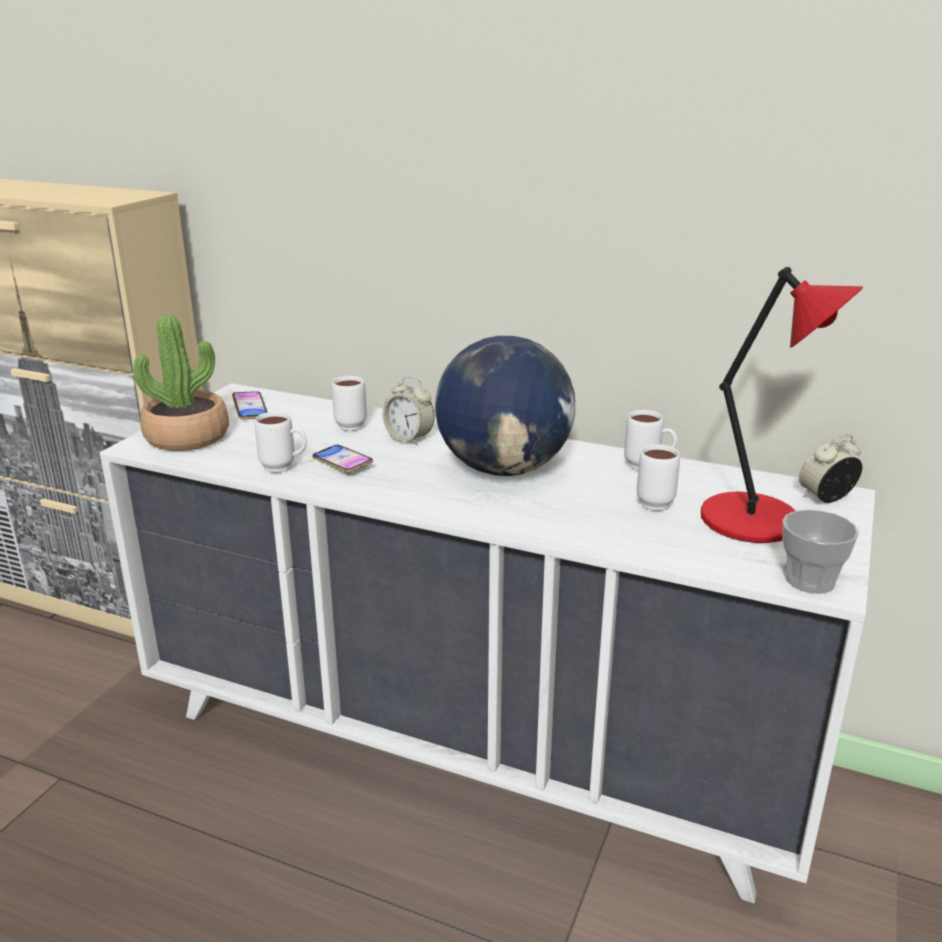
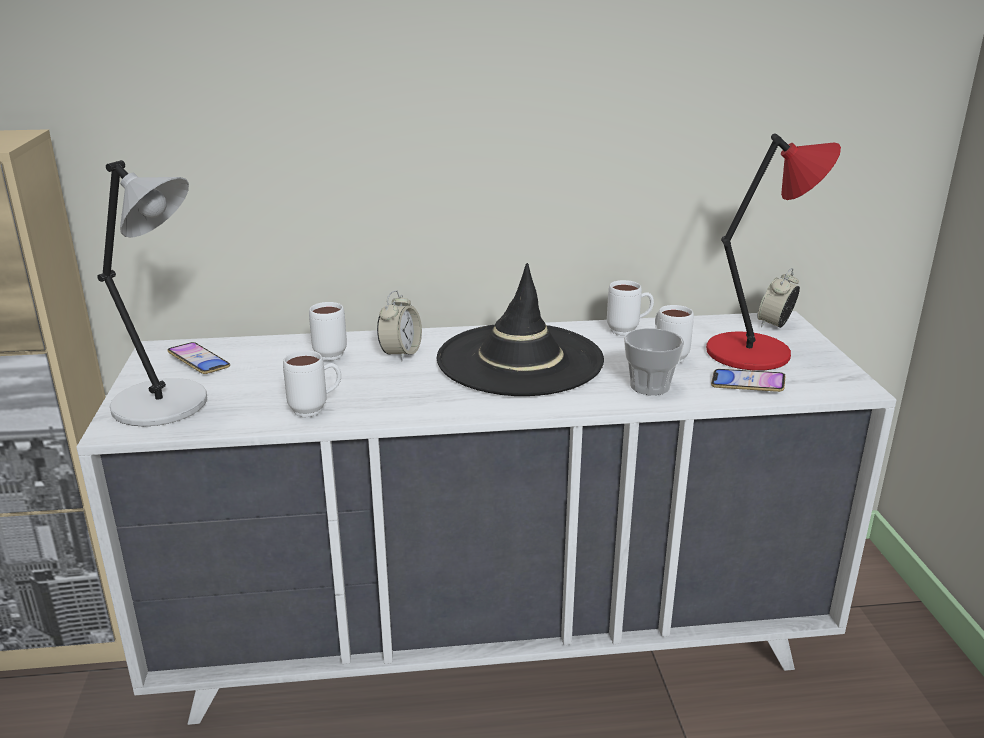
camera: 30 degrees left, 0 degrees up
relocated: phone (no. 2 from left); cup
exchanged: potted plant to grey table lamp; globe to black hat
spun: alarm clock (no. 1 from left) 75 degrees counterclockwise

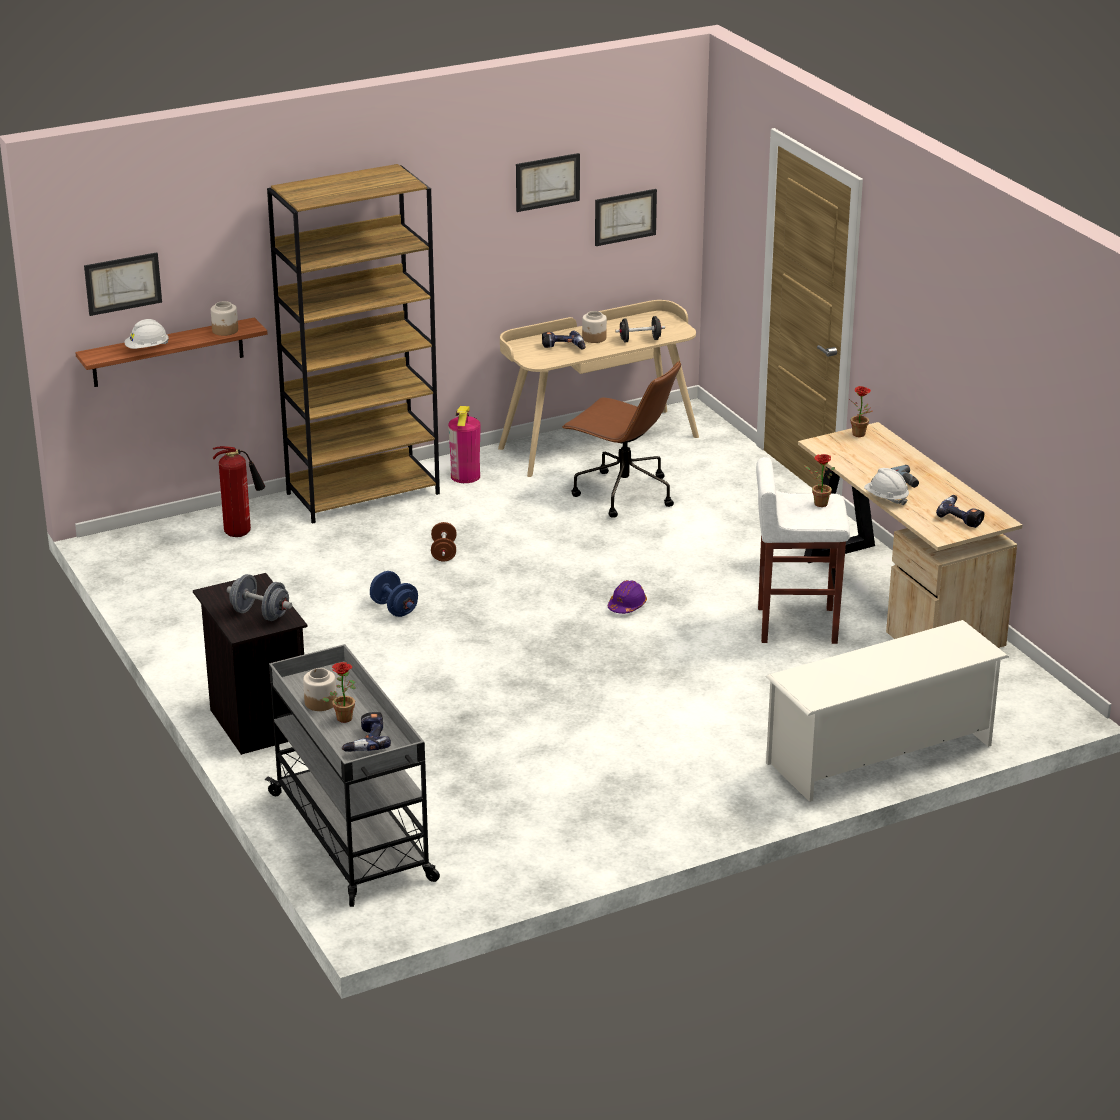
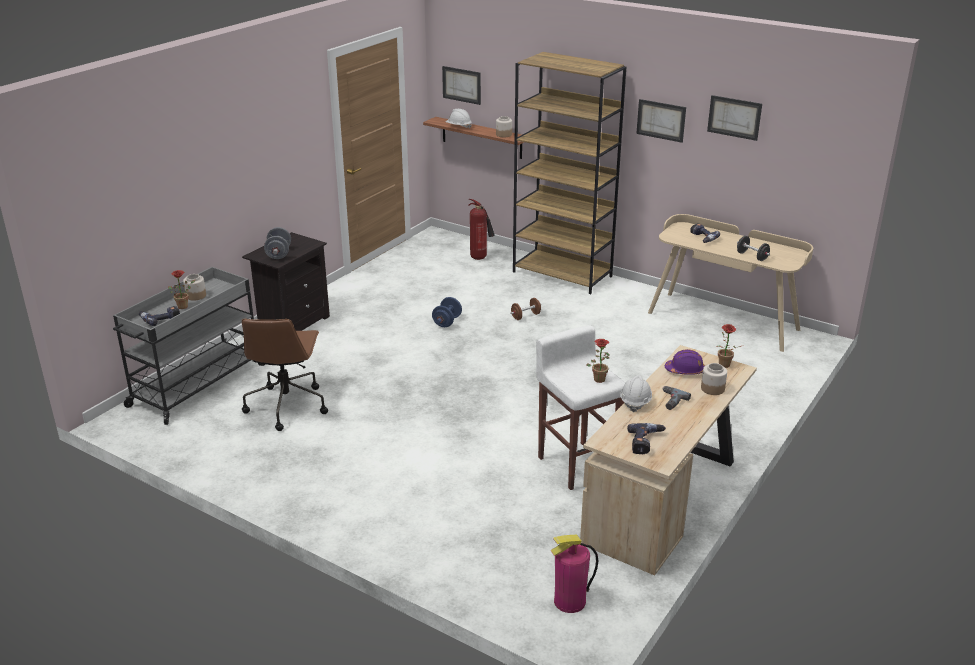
camera: 60 degrees right, 0 degrees up
missing: white shoe rack
relocated: fire extinguisher (no. 2 from left); brown office chair; jar (no. 3 from left); picture (no. 3 from left in the first image) to picture (no. 2 from left); purple hard hat

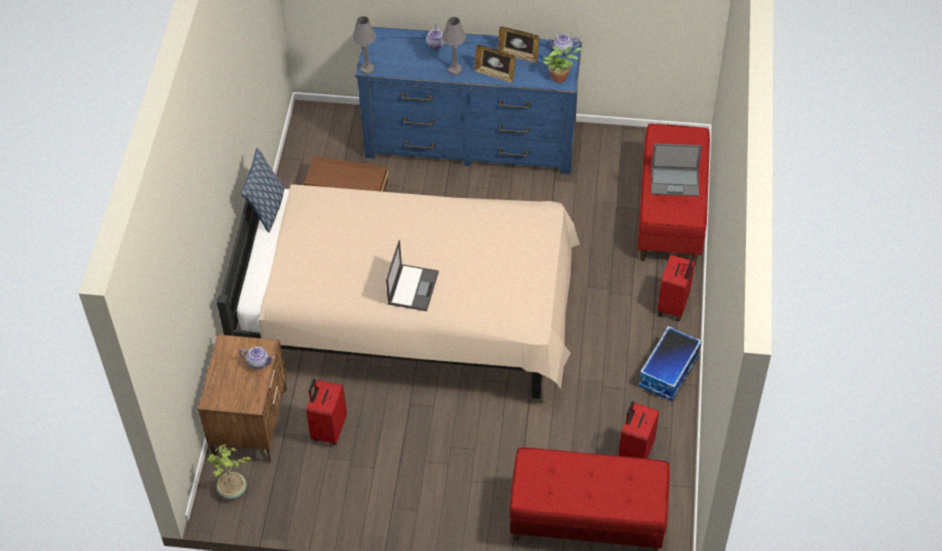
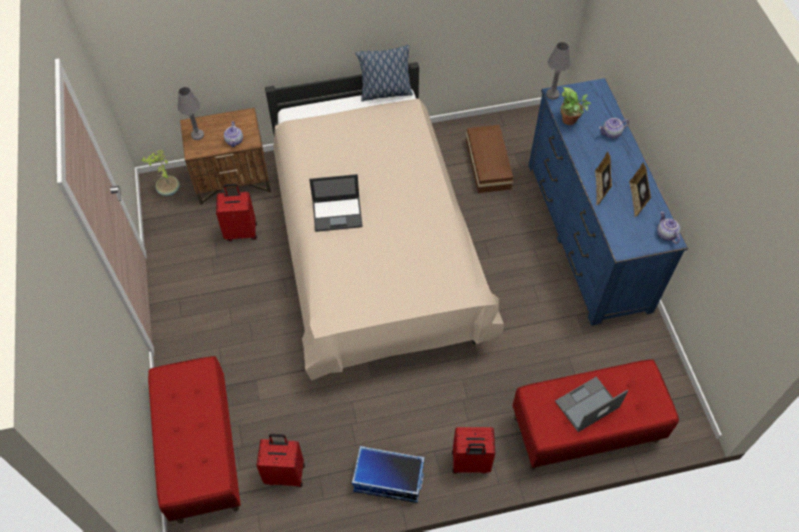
camera: 70 degrees right, 5 degrees up
relocated: grey table lamp (no. 2 from left in the first image) to grey table lamp (no. 1 from left); potted plant (no. 2 from left)
spun: laptop (no. 2 from left) 75 degrees clockwise

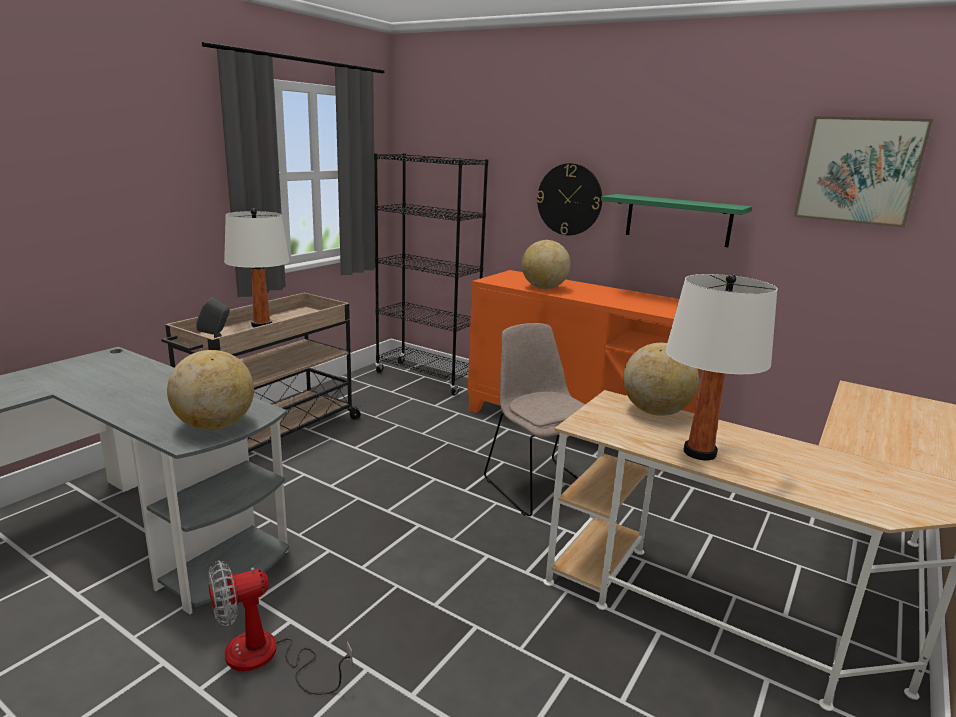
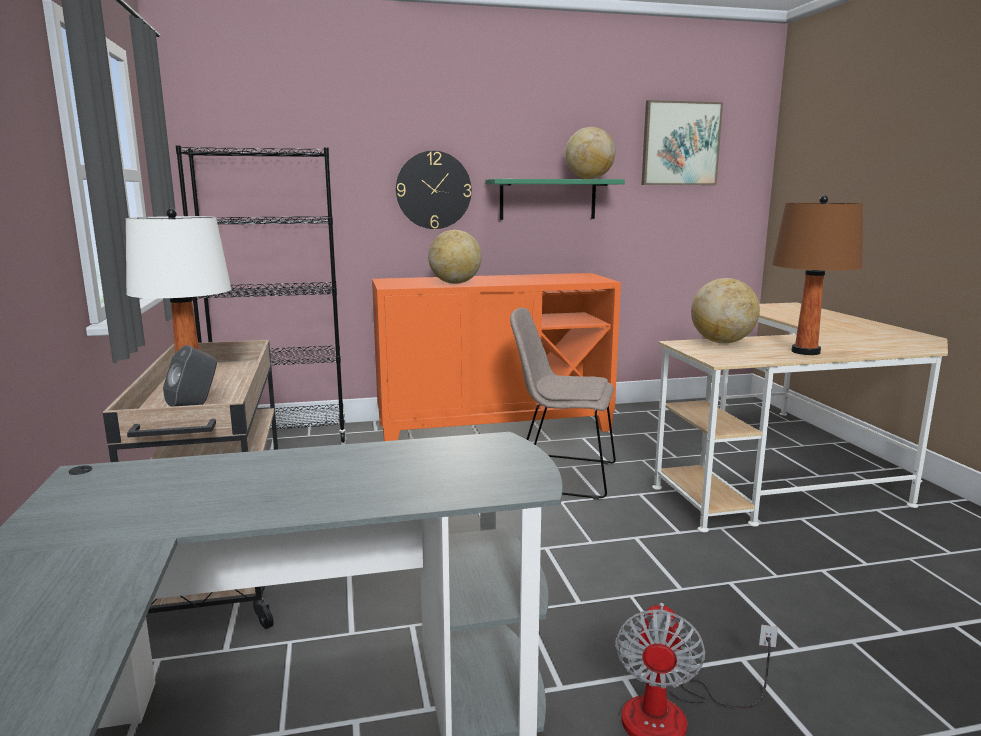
camera: 45 degrees left, 5 degrees down
relocated: globe (no. 1 from left in the first image) to globe (no. 2 from left)
colour: white table lamp (no. 2 from left) to brown table lamp

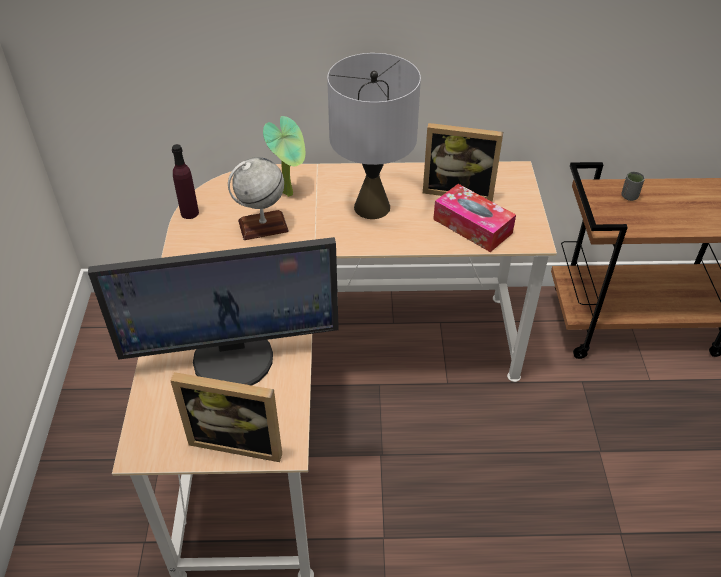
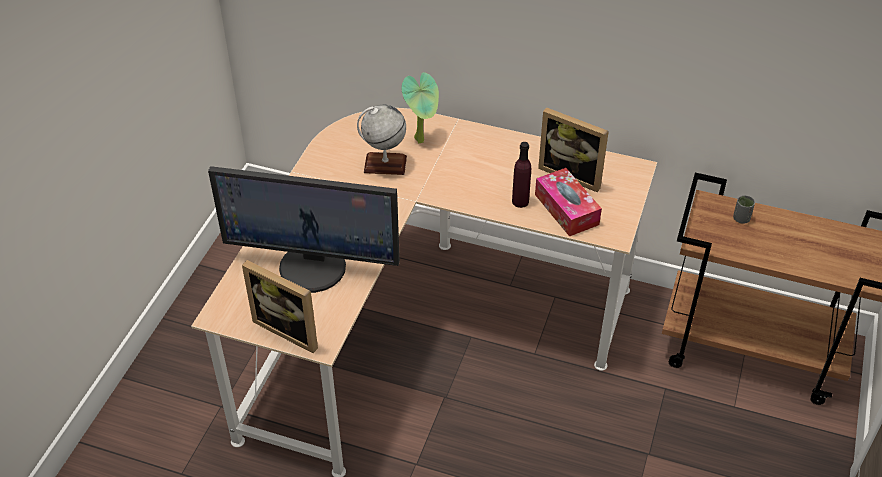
camera: 20 degrees right, 0 degrees up
missing: grey table lamp
relocated: purple bottle

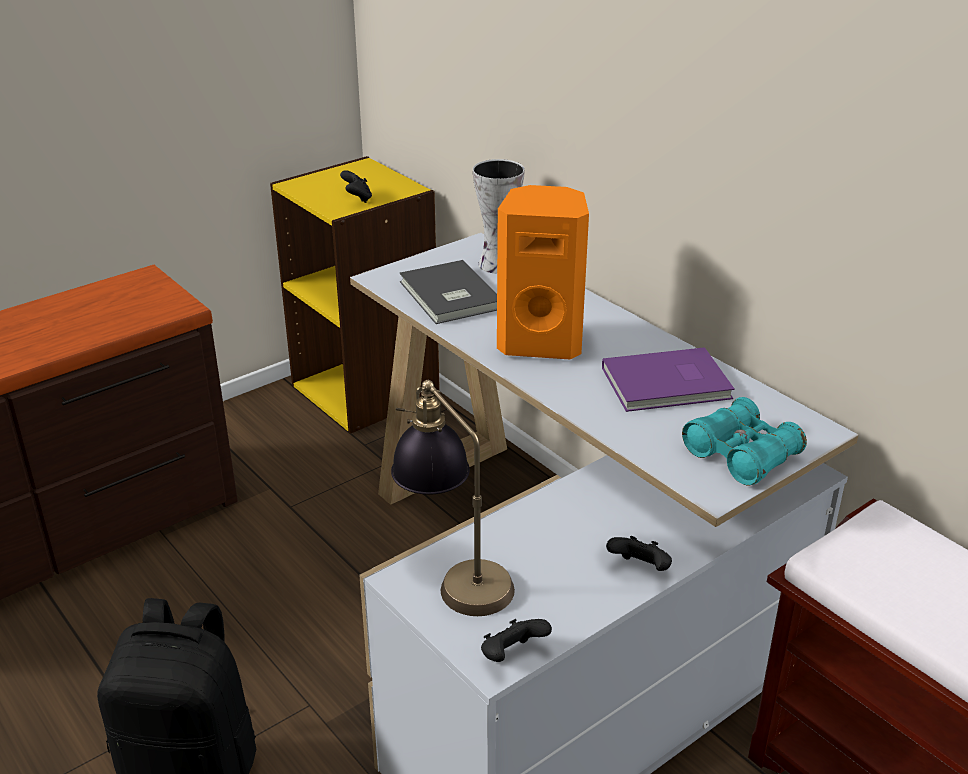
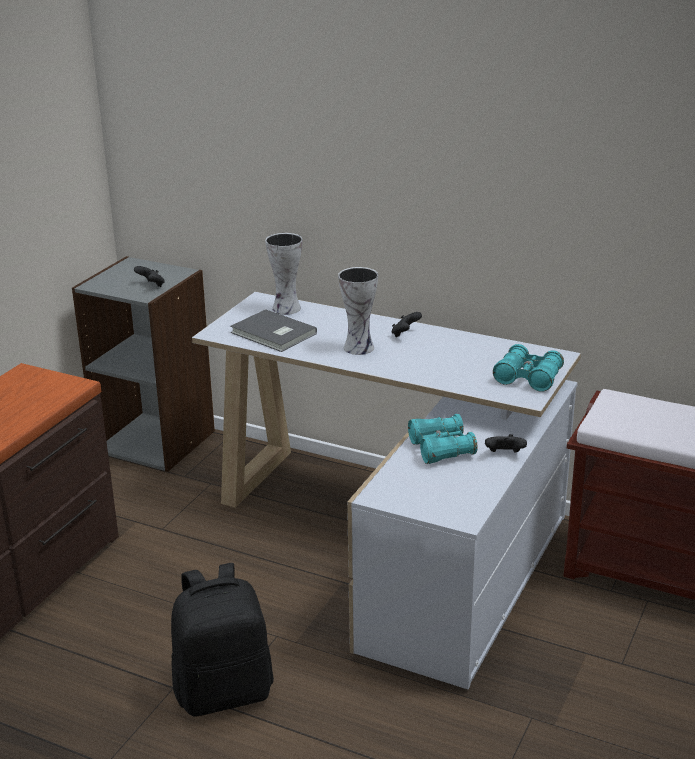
camera: 25 degrees left, 5 degrees down
missing: table lamp; purple book
appeared: turquoise binoculars (no. 1 from left)
relocated: black game controller (no. 2 from left)
exchanged: orange speaker to vase (no. 2 from left)
colour: yellow bookcase to grey bookcase

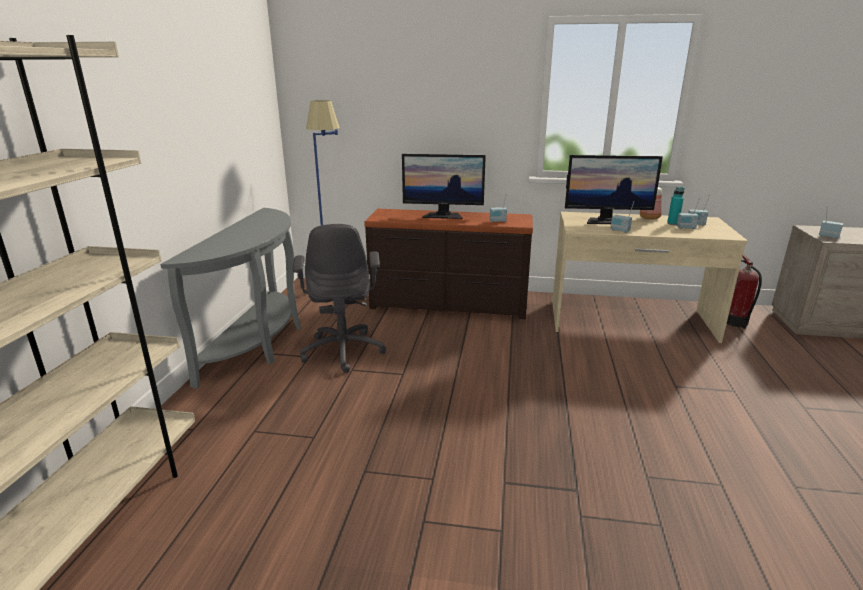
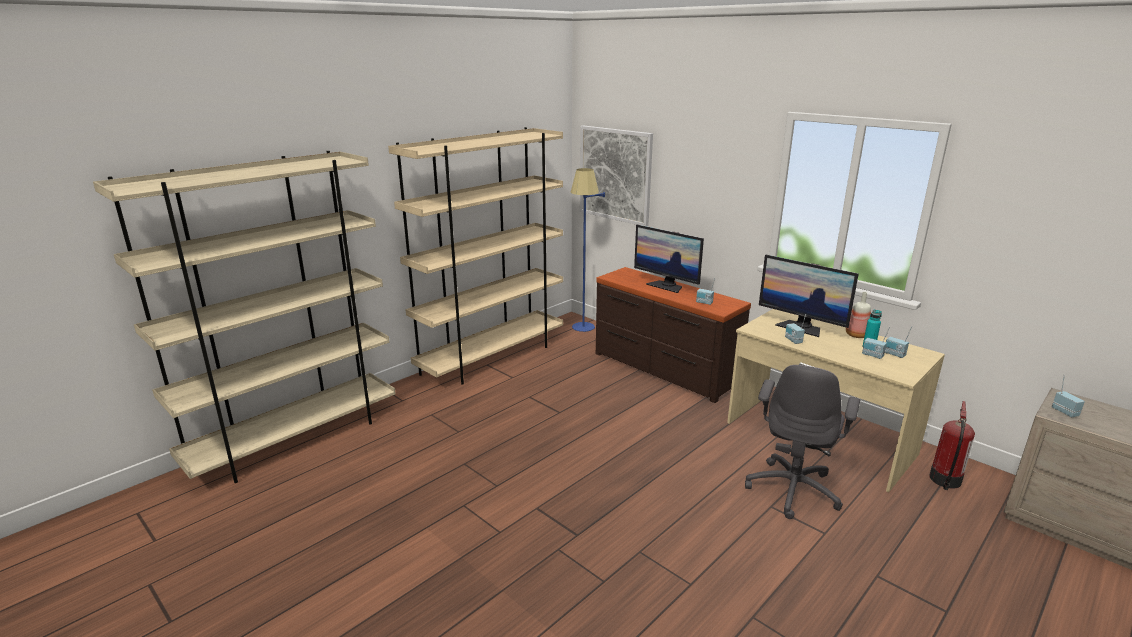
camera: 35 degrees right, 0 degrees up
appeared: picture
relocated: grey office chair
exchanged: grey console table to beige bookcase (no. 2 from left)

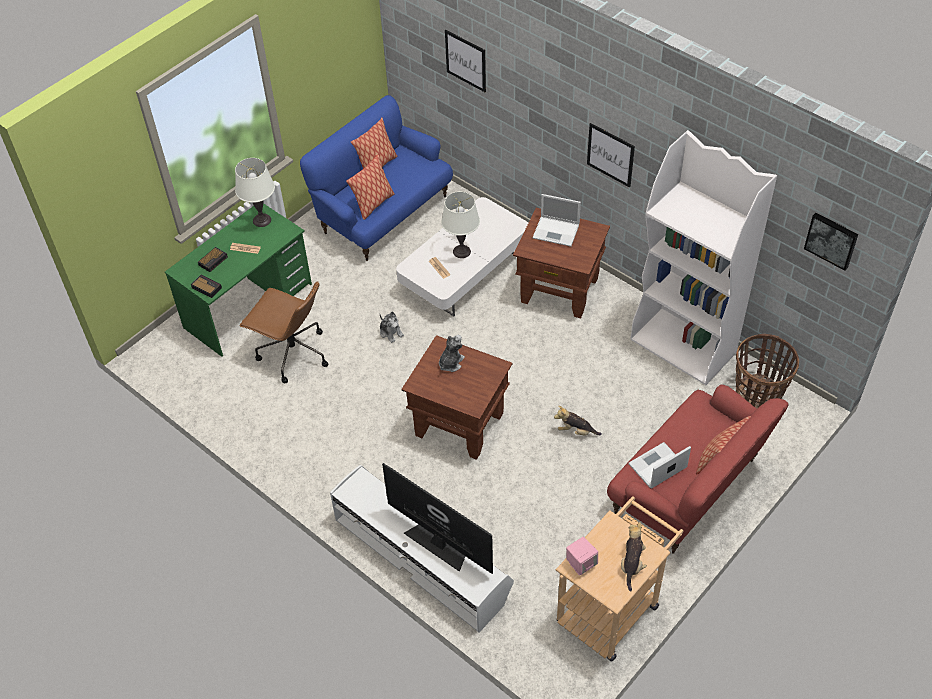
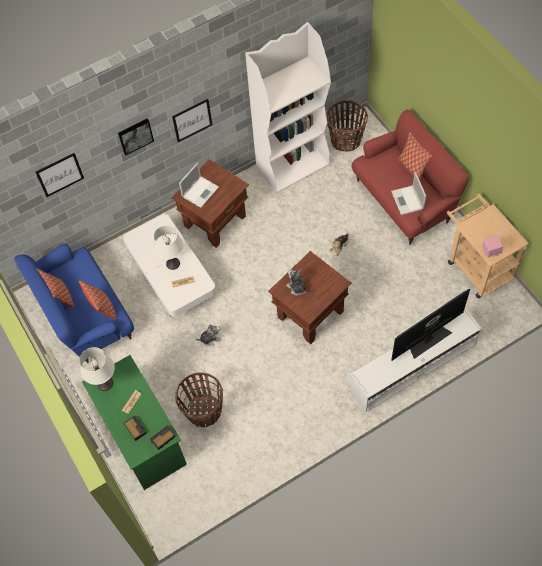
camera: 70 degrees left, 10 degrees up
missing: plush toy (no. 4 from left)
relocated: picture (no. 3 from left in the first image) to picture (no. 2 from left)
exchanged: brown office chair to basket (no. 1 from left)

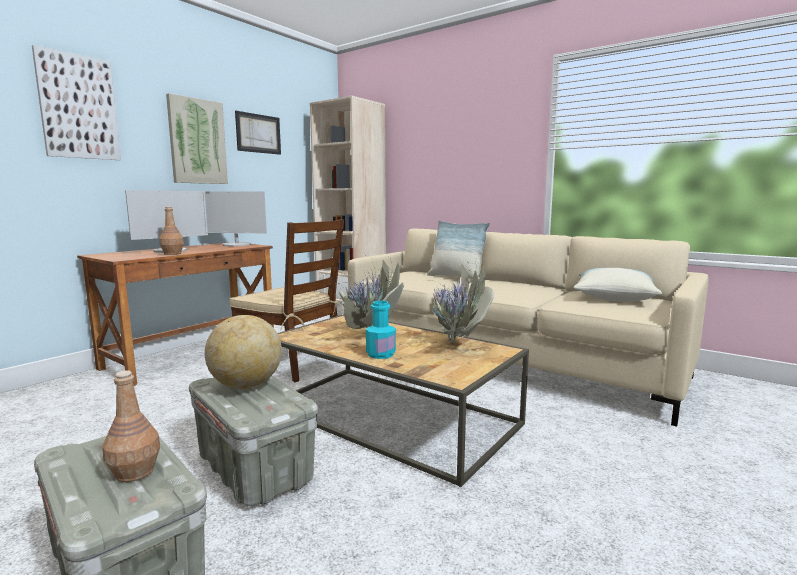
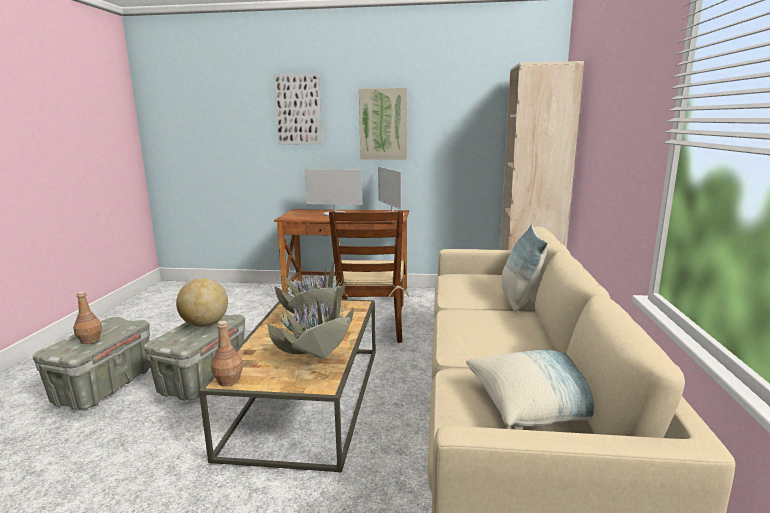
camera: 60 degrees right, 5 degrees up
missing: picture (no. 3 from left); turquoise bottle
relocated: brown bottle (no. 2 from left)

